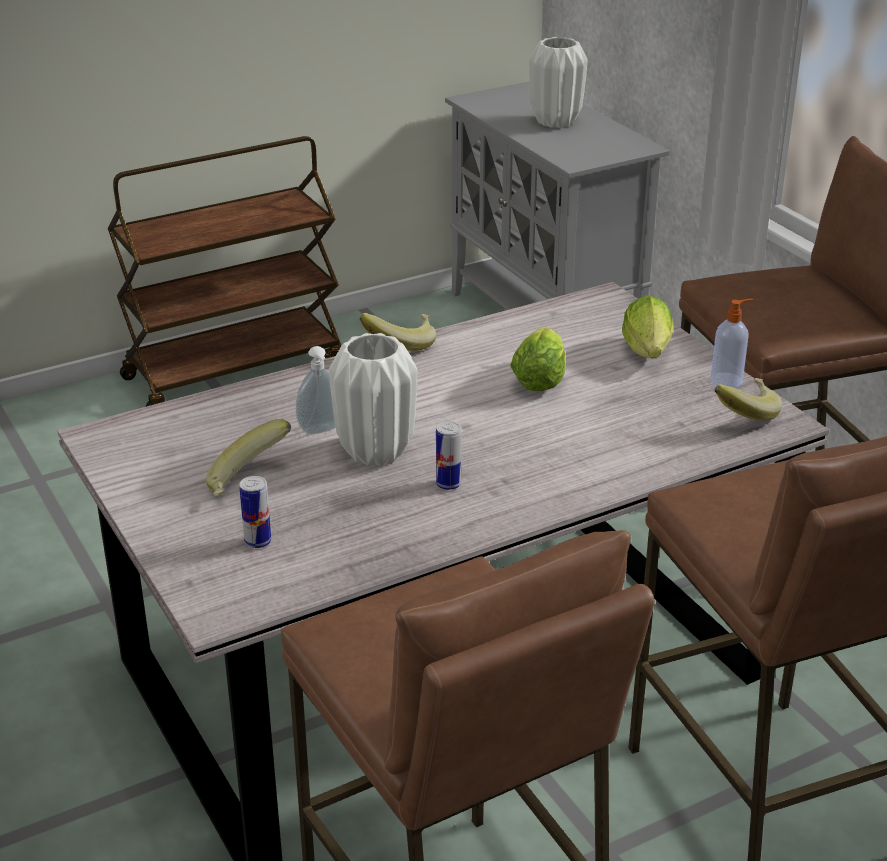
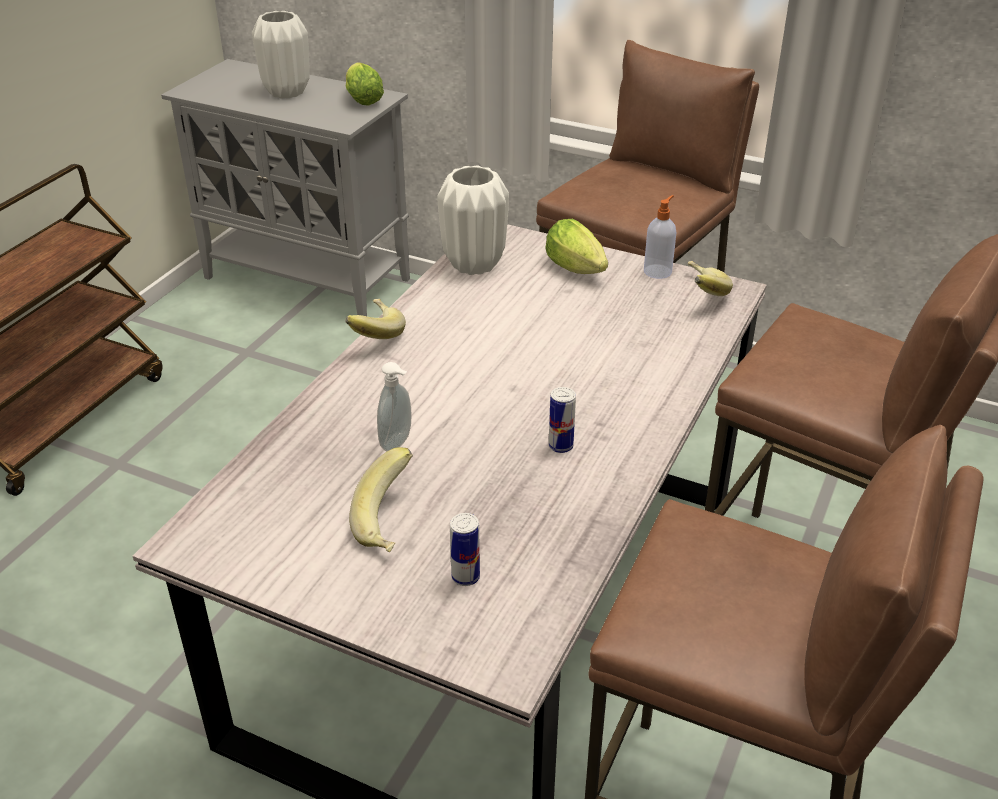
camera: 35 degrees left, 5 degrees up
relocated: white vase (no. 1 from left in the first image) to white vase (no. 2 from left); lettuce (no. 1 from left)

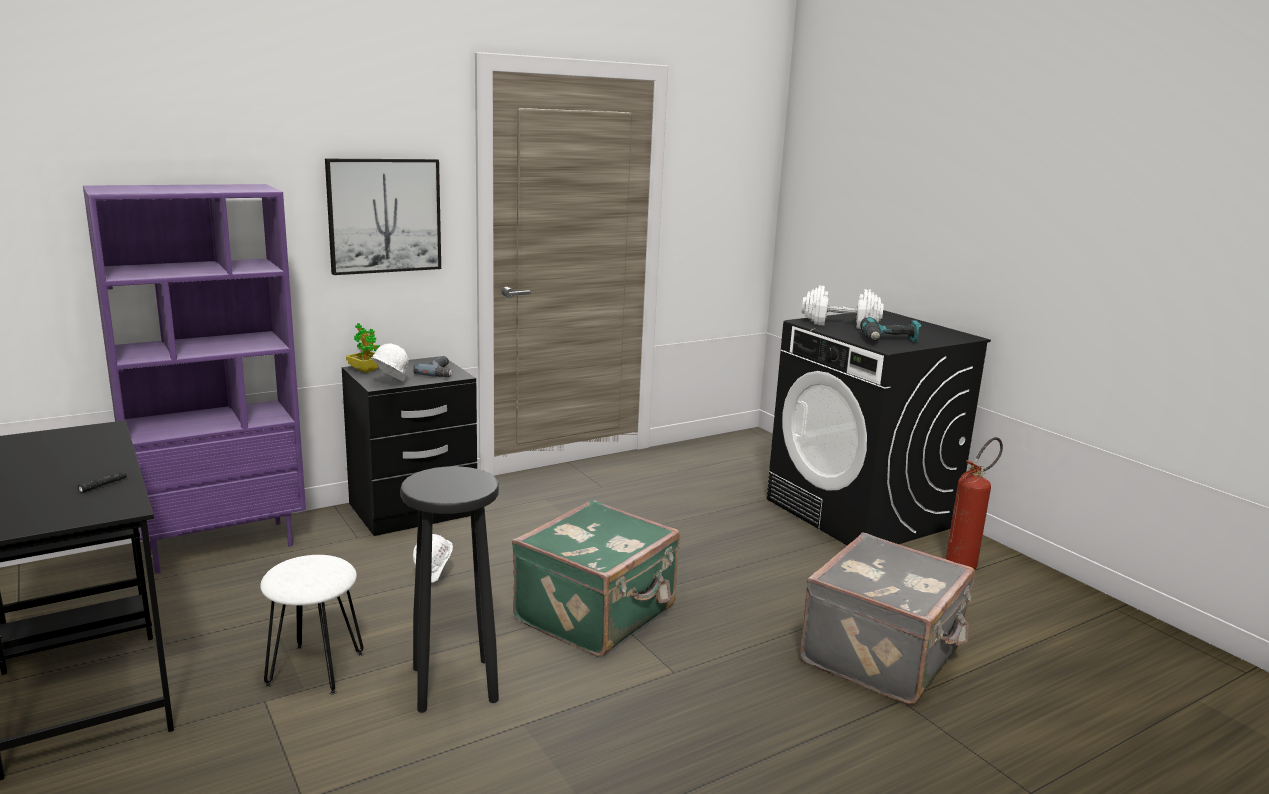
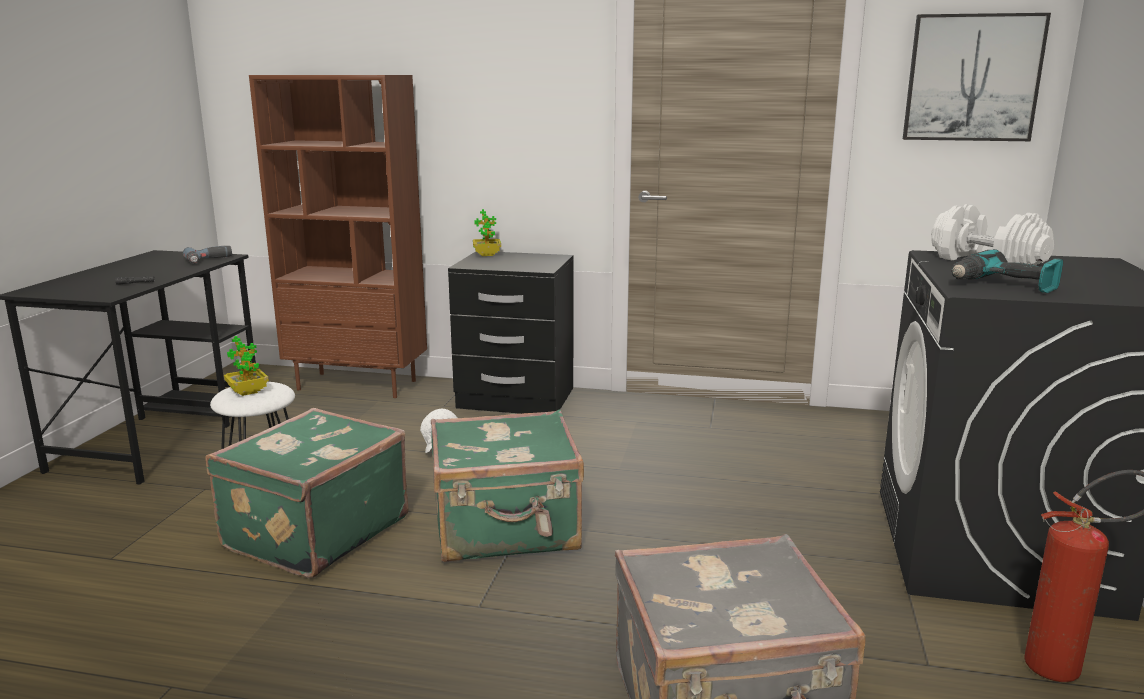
camera: 45 degrees right, 0 degrees up
missing: white hard hat (no. 1 from left)
appeared: potted plant (no. 1 from left)
relocated: picture; power drill (no. 1 from left)
exchanged: black stool to green suitcase (no. 1 from left)
colour: purple bookcase to brown bookcase

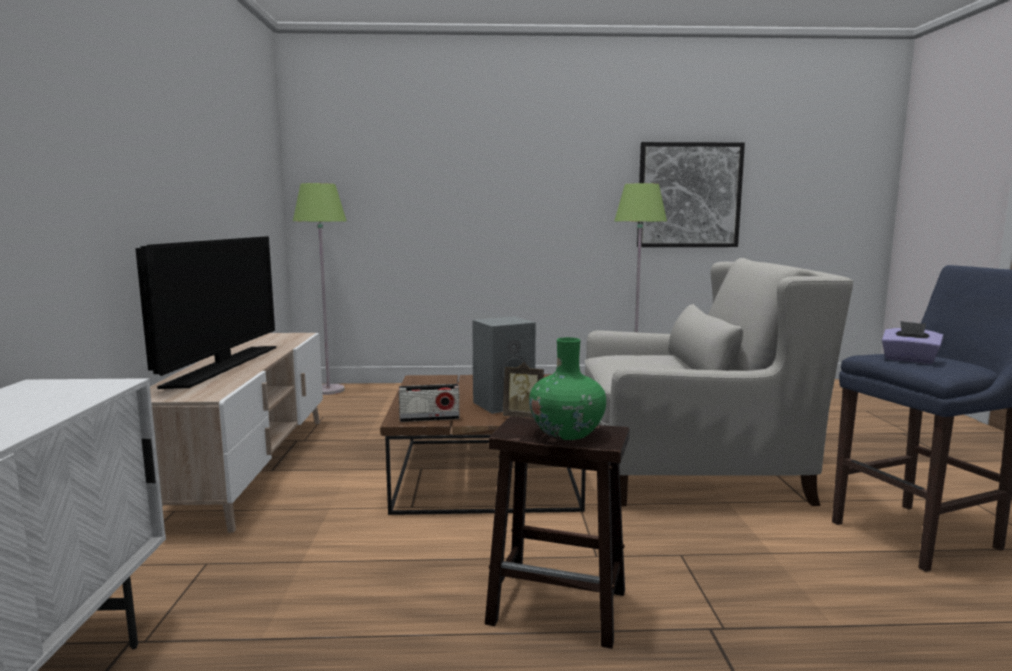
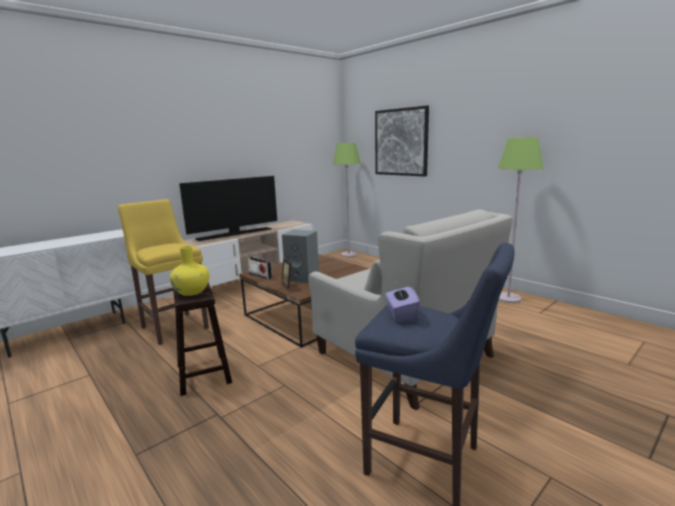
camera: 50 degrees right, 5 degrees up
appeared: yellow stool
relocated: picture
colour: green vase to yellow vase

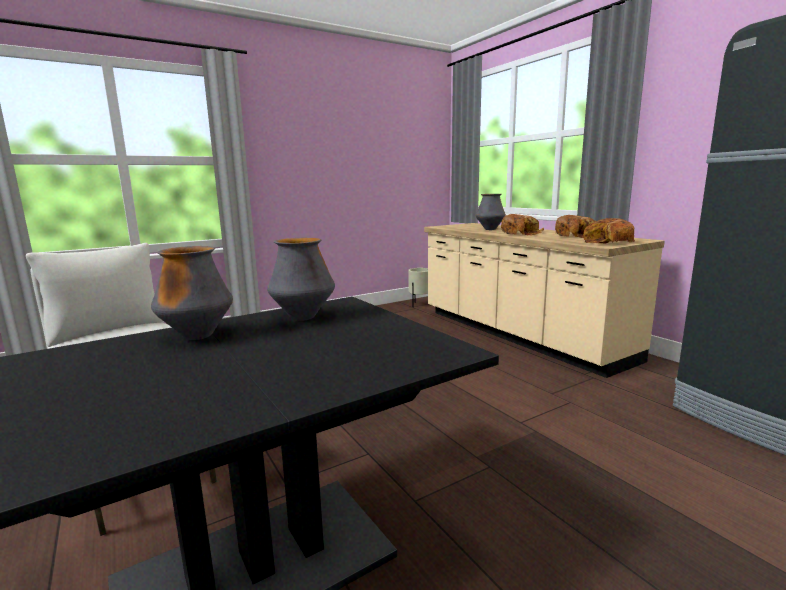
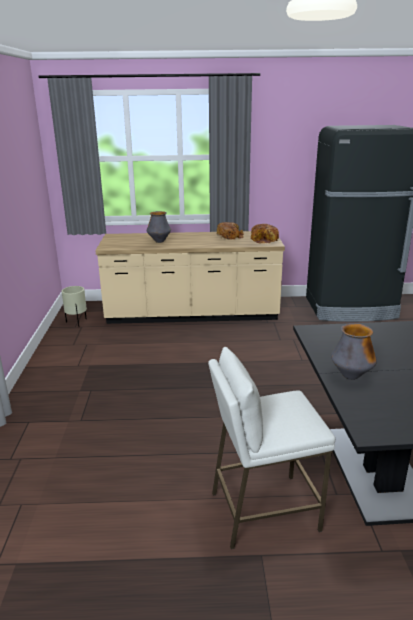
camera: 60 degrees left, 10 degrees up
missing: vase (no. 2 from left); bread (no. 1 from left)

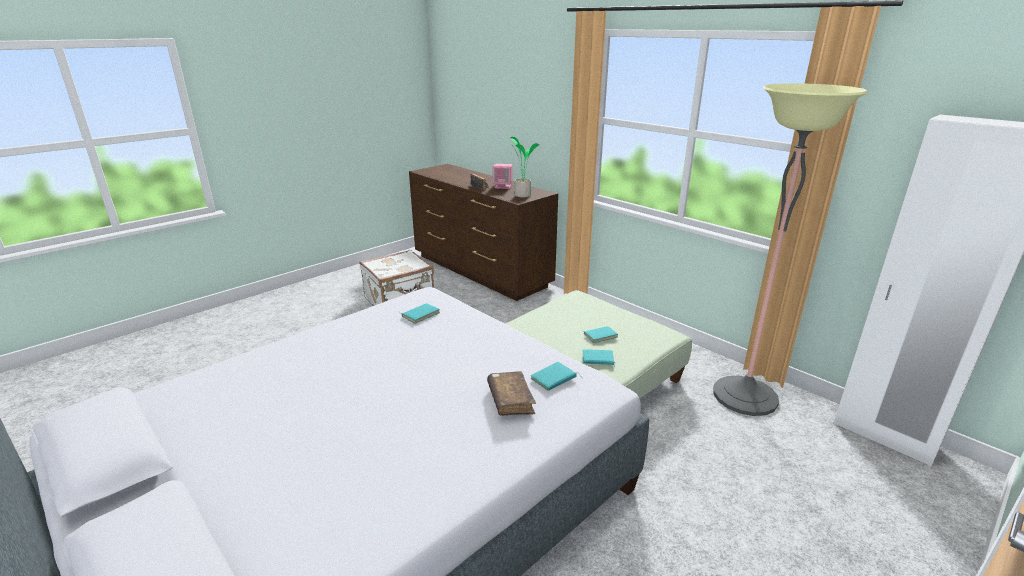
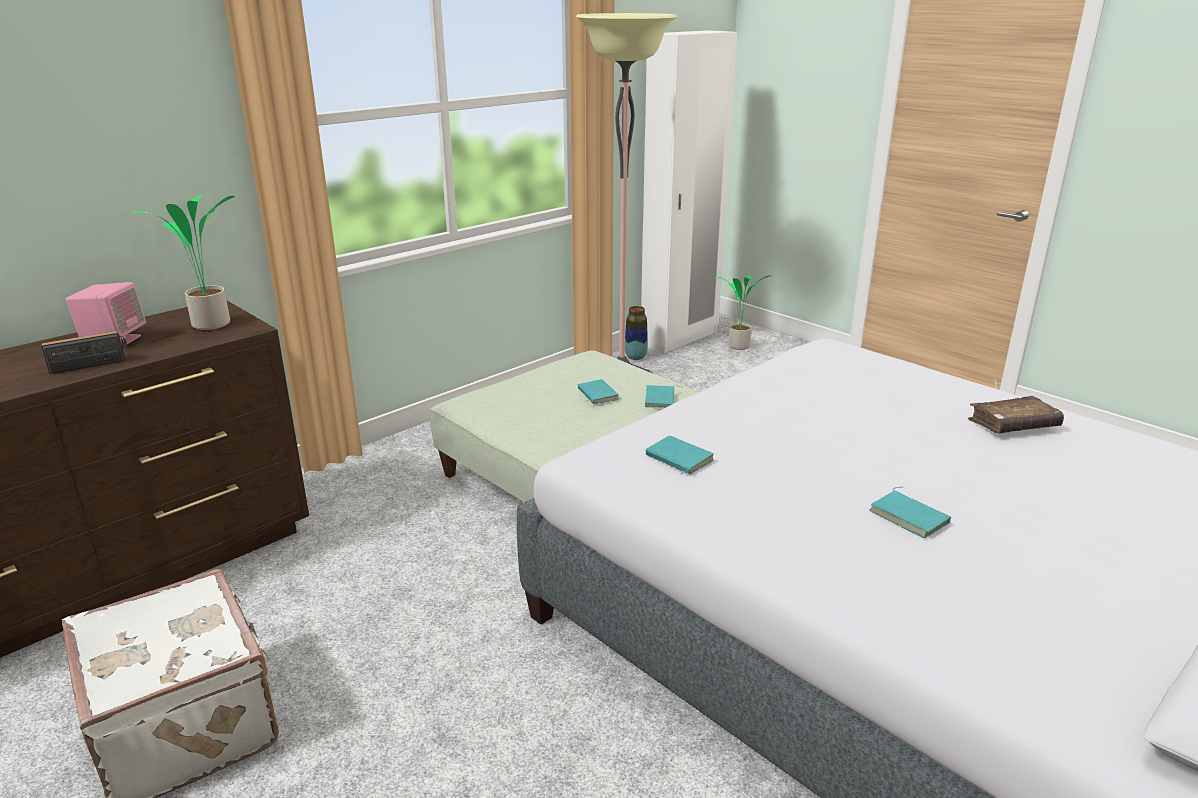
camera: 90 degrees left, 0 degrees up
appeared: vase; potted plant (no. 2 from left)
relocated: brown book; turquoise book (no. 2 from left in the first image) to turquoise book (no. 4 from left)

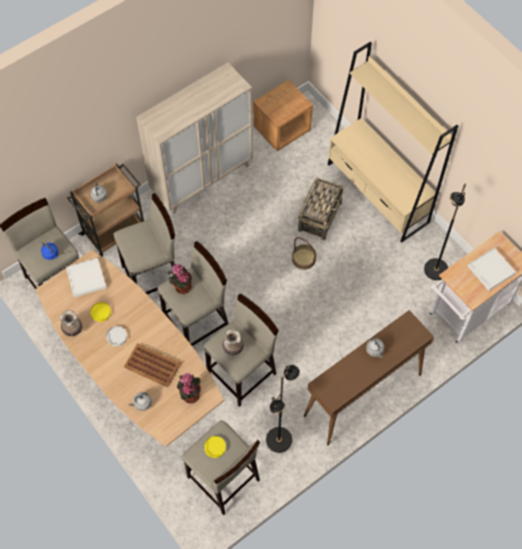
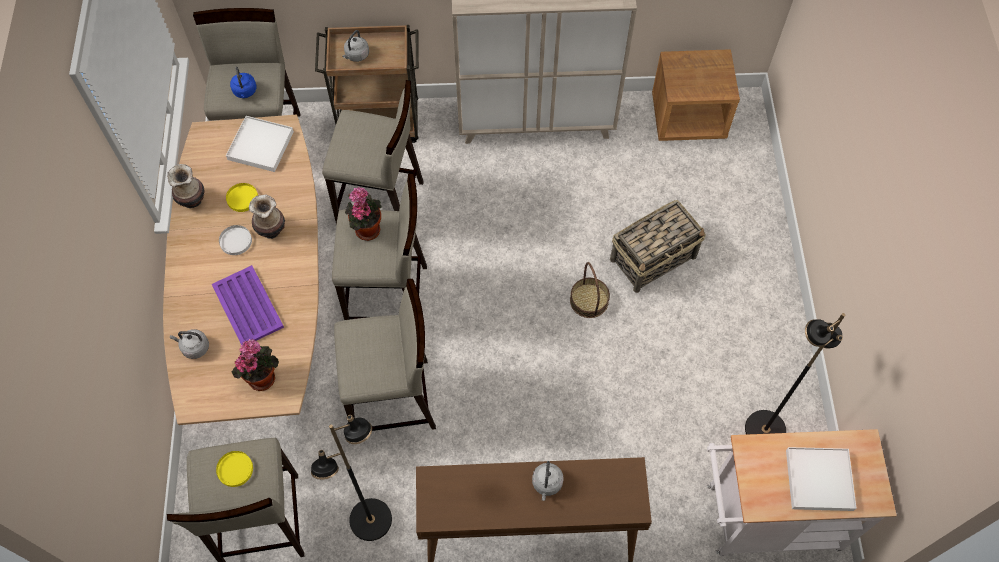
camera: 35 degrees right, 0 degrees up
missing: beige bookcase
relocated: vase (no. 2 from left)
colour: brown tray to purple tray

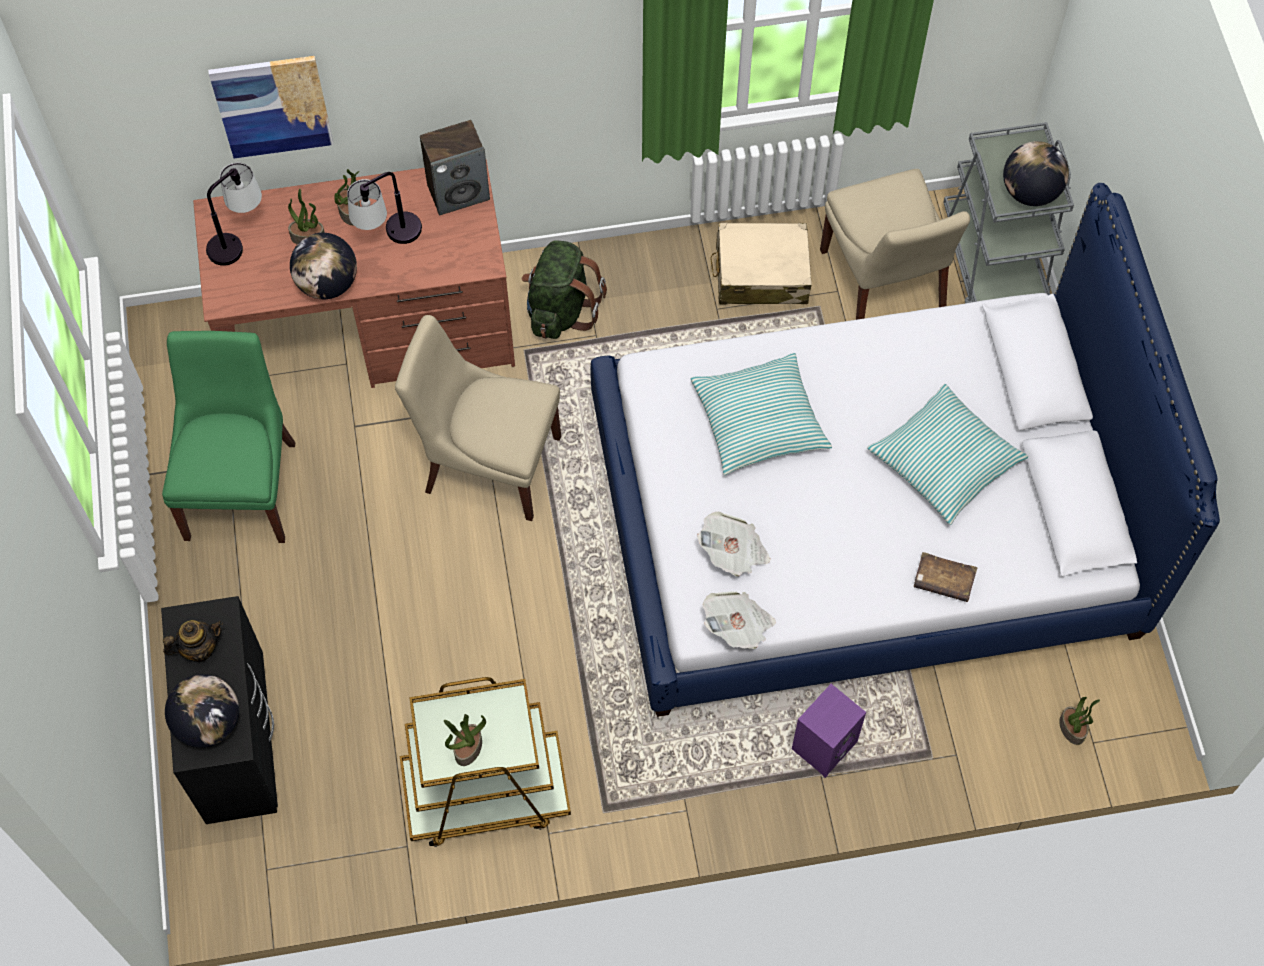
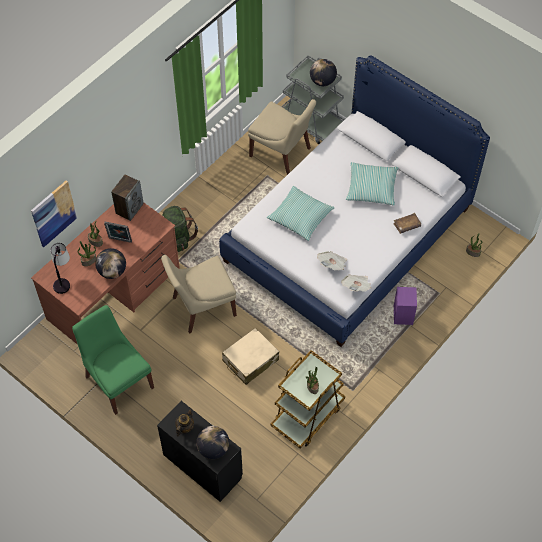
camera: 40 degrees left, 5 degrees down
relocated: beige suitcase
exchanged: table lamp (no. 2 from left) to picture frame

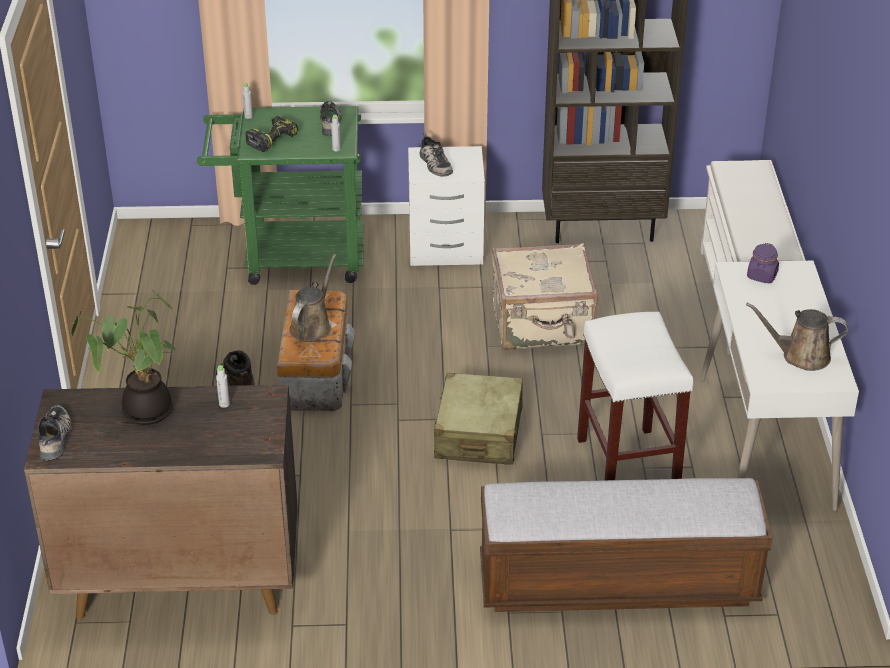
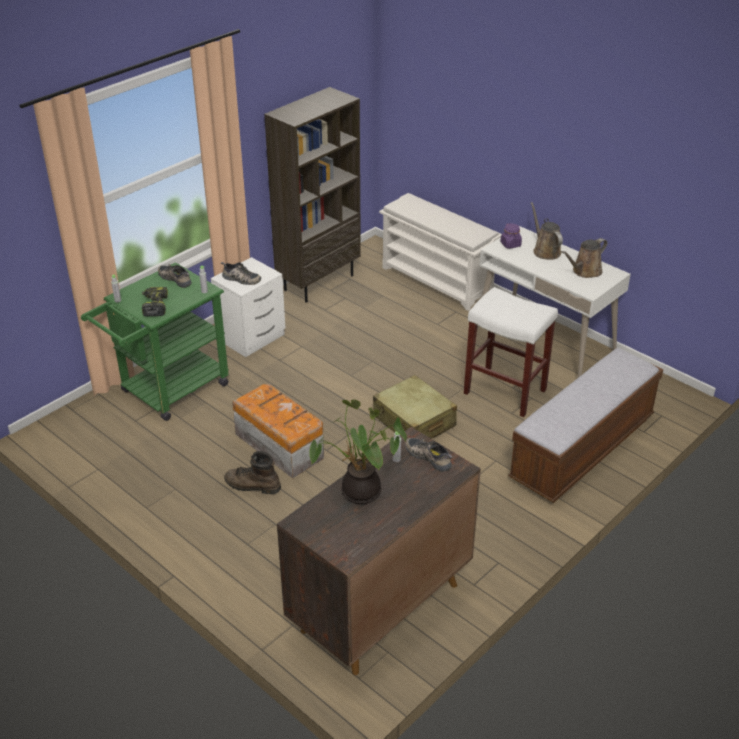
camera: 45 degrees left, 0 degrees up
missing: beige suitcase (no. 2 from left)
relocated: shoe (no. 1 from left in the first image) to shoe (no. 3 from left); brown watering can (no. 1 from left)

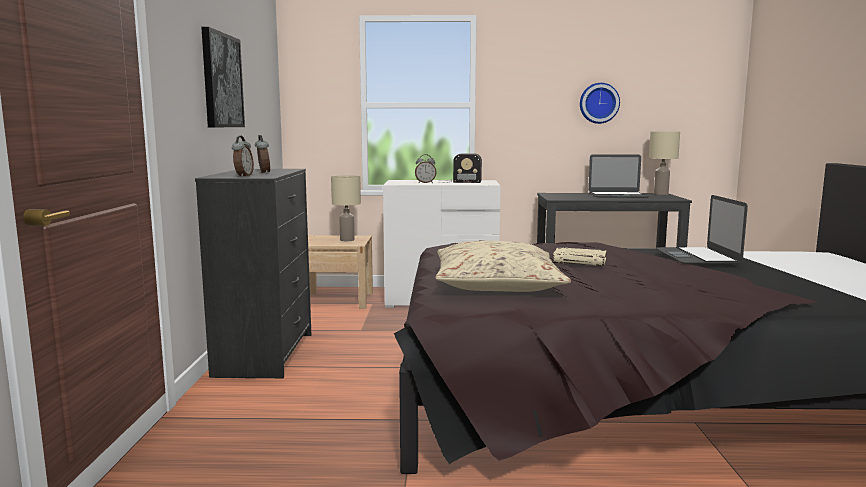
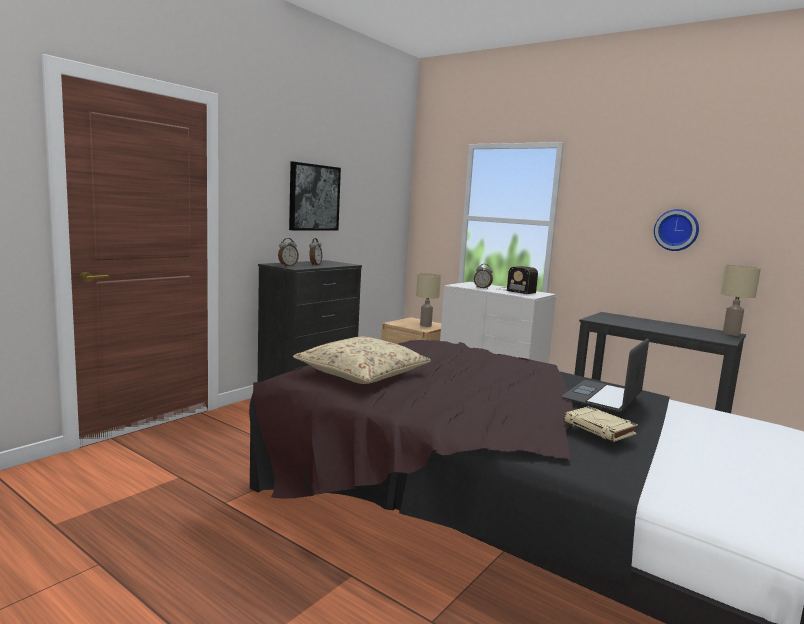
camera: 35 degrees right, 0 degrees up
missing: laptop (no. 1 from left)
relocated: beige book

